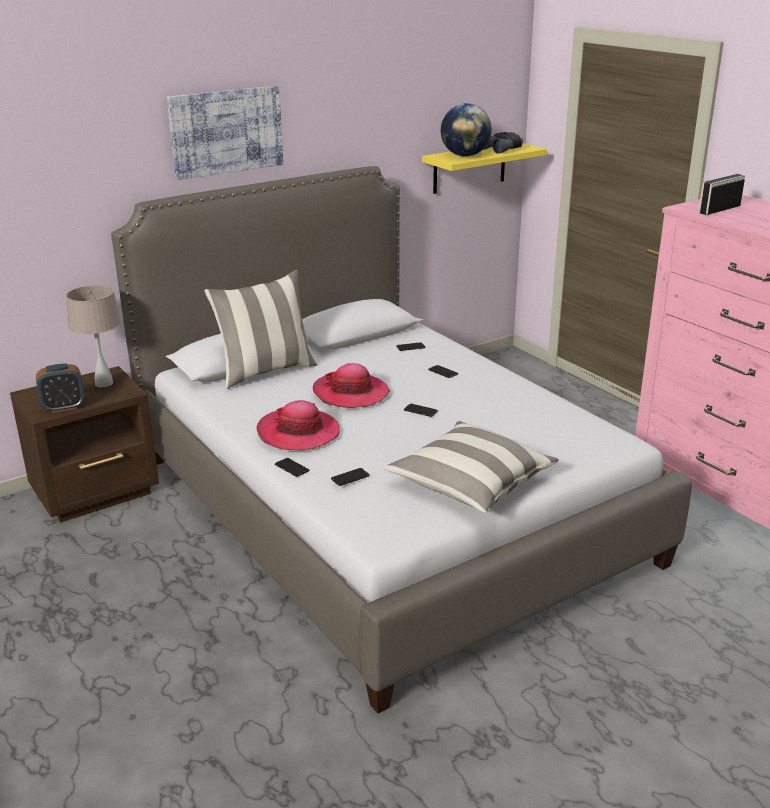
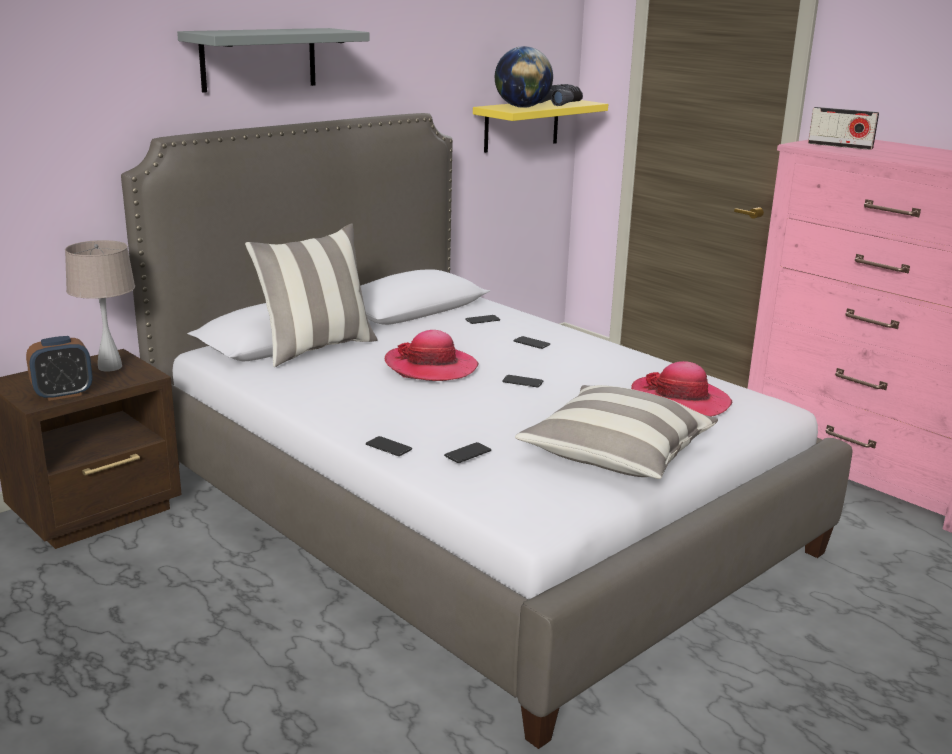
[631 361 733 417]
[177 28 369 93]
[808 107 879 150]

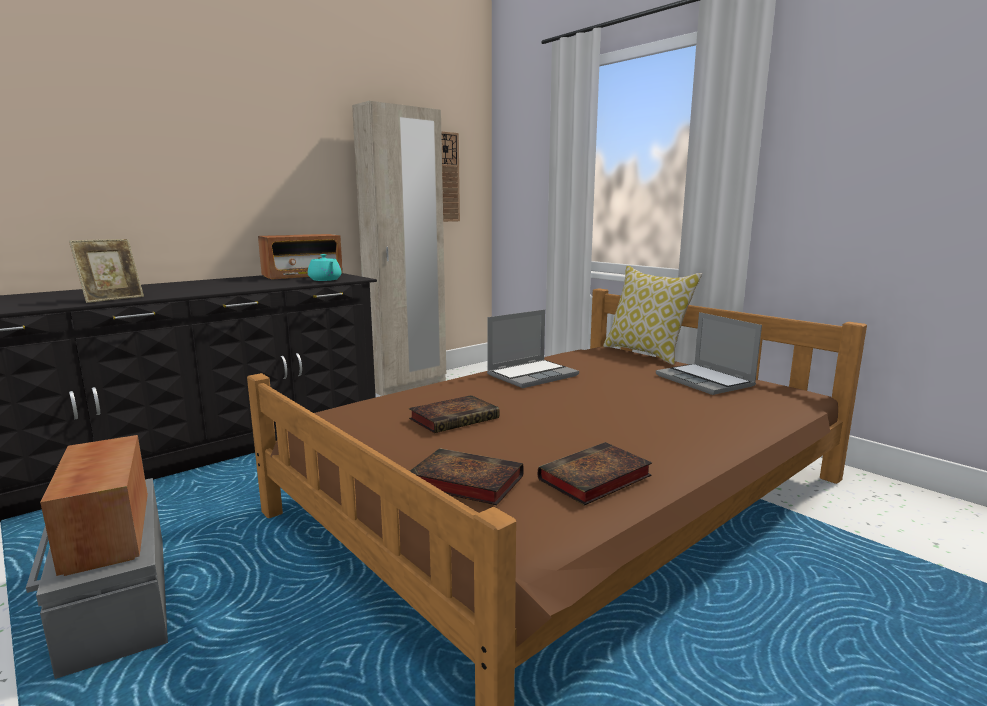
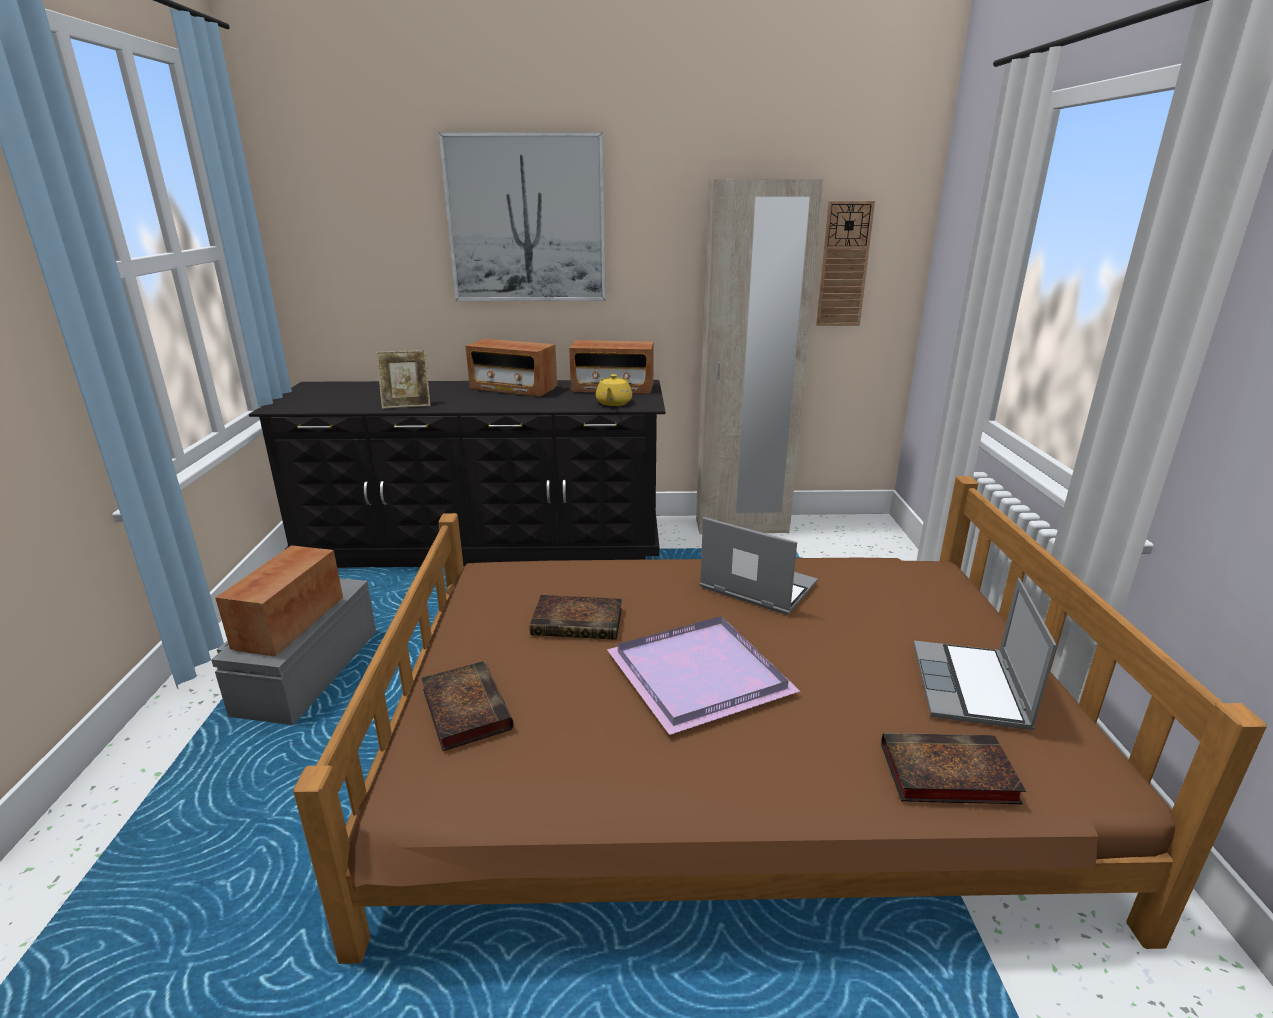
[603 266 702 365] (first image)
[439 132 606 301]
[466 339 557 396]
[607 616 800 735]
[881 733 1026 804]
[596 374 632 406]
[700 517 818 615]

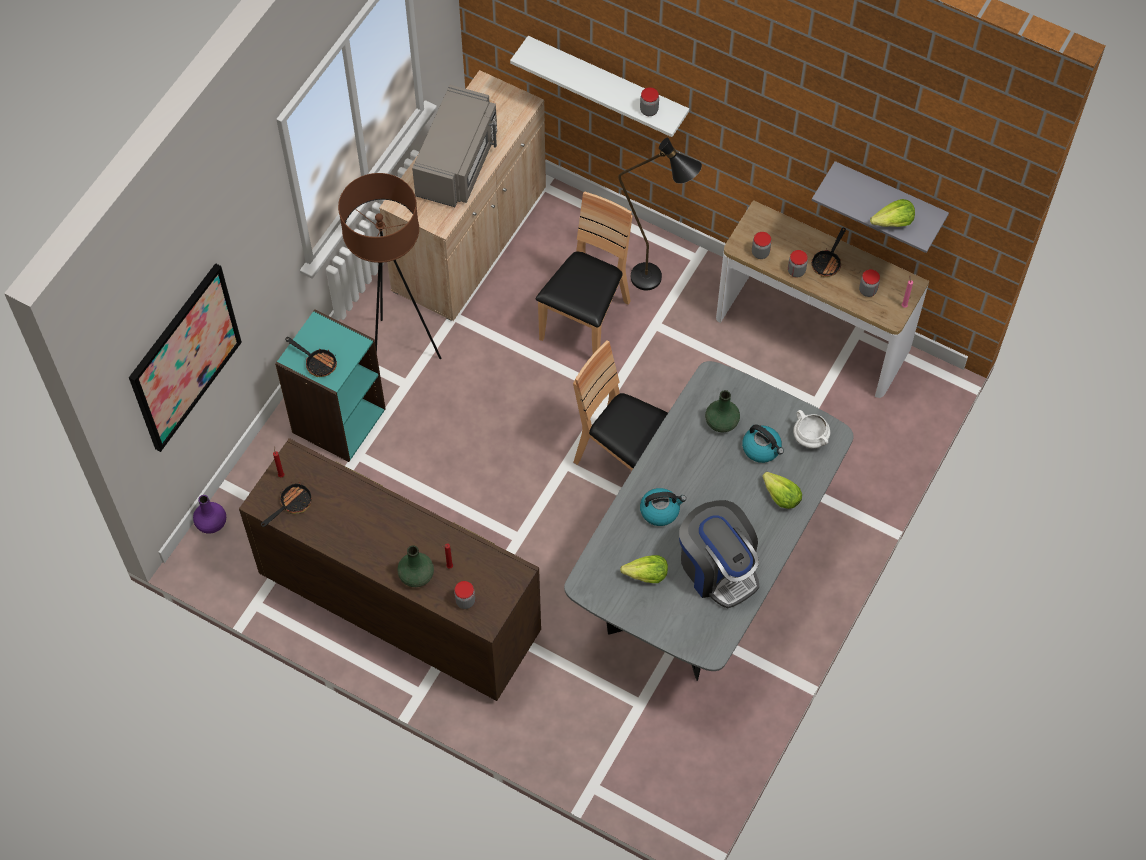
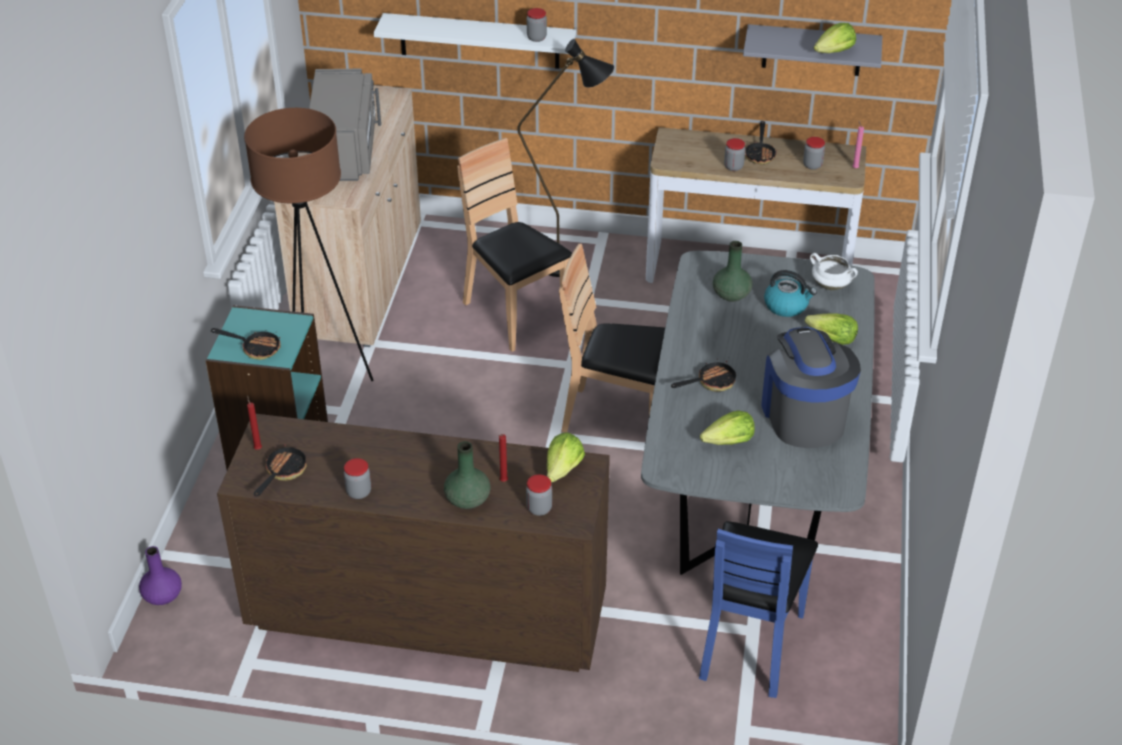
[129 263 242 452] (first image)
[546 432 585 482]
[699 521 818 698]
[344 458 371 499]
[671 359 736 392]
[457 138 572 352]
[761 327 861 448]

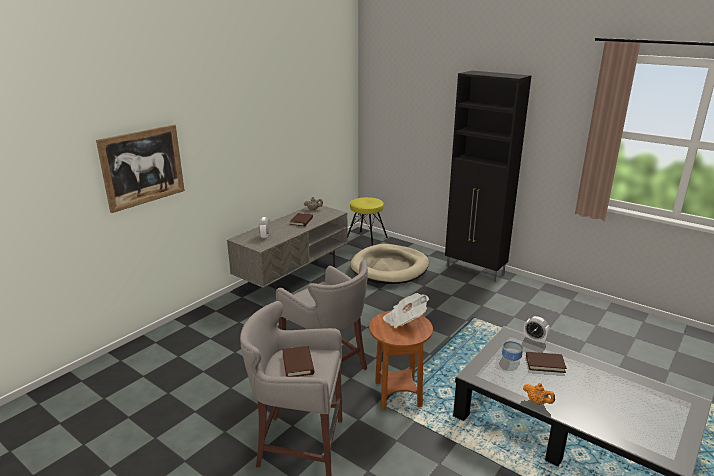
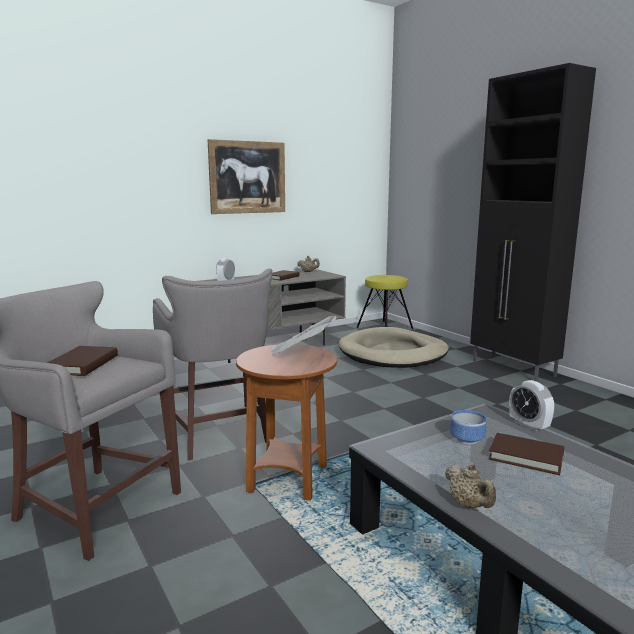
[208 139 285 214]
[445 462 496 508]

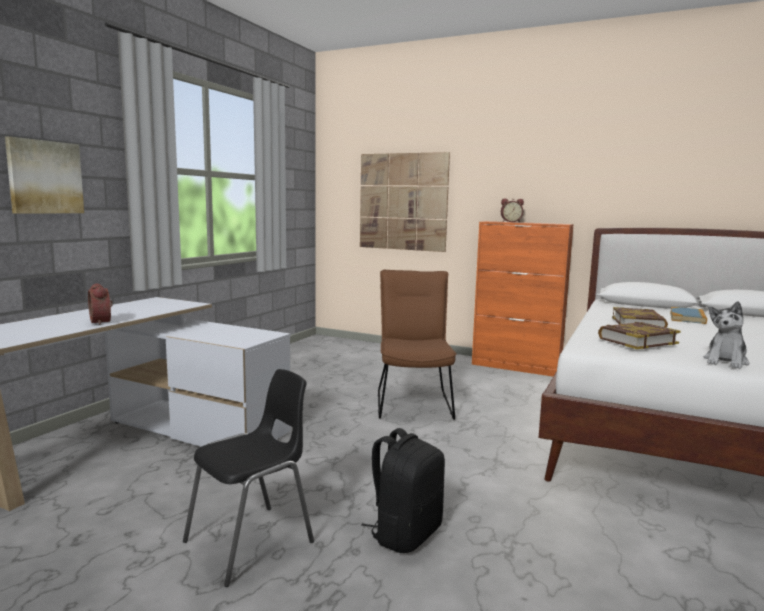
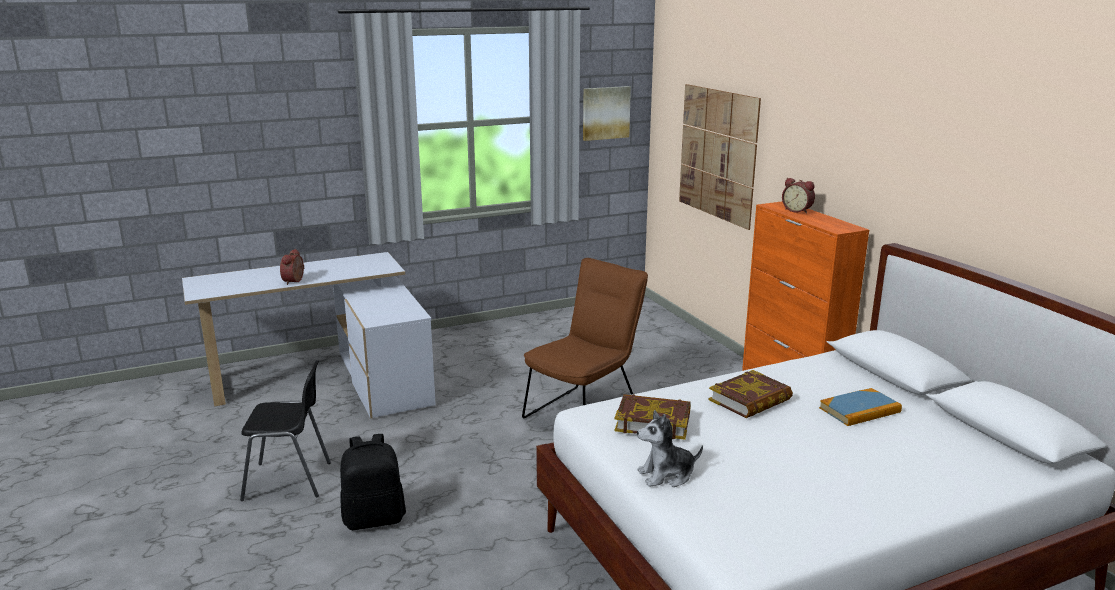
[583 86 631 141]

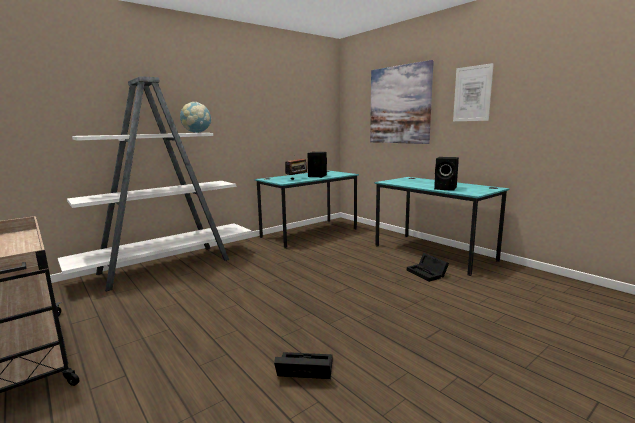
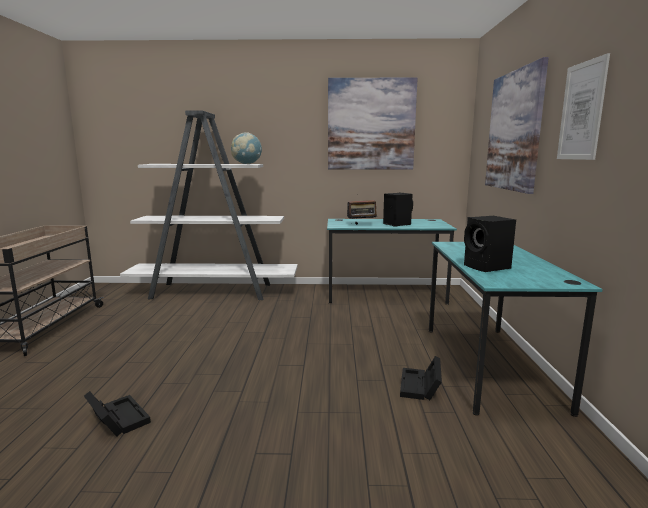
[328 77 418 170]

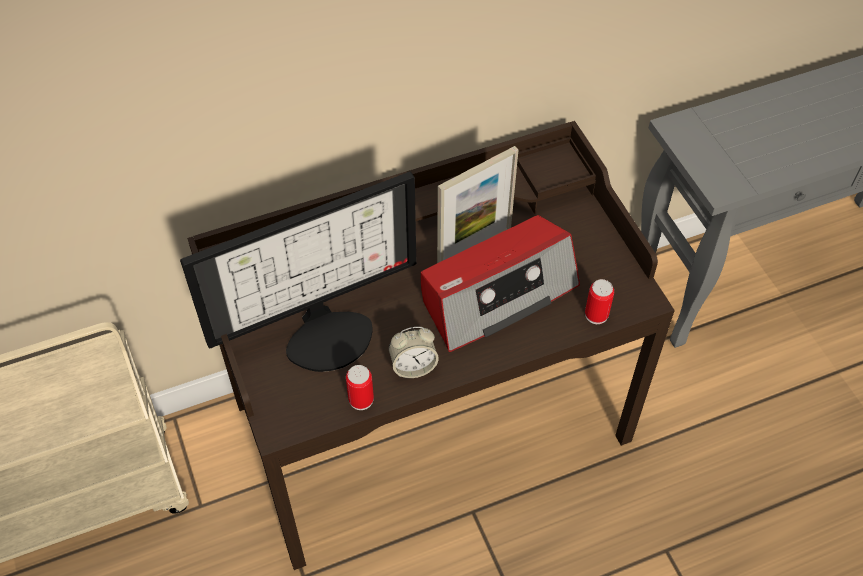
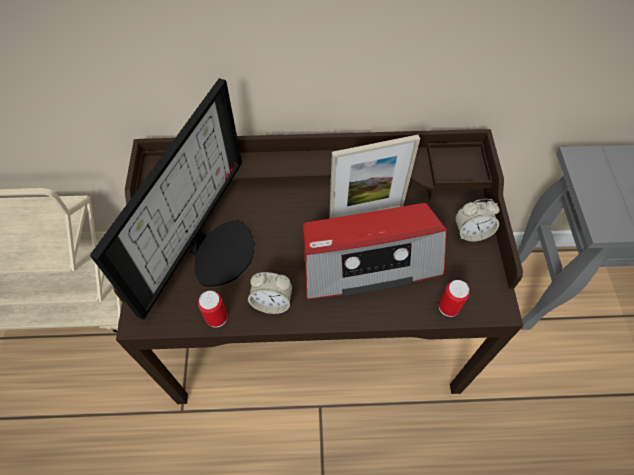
[455 199 500 242]
[90 78 255 320]

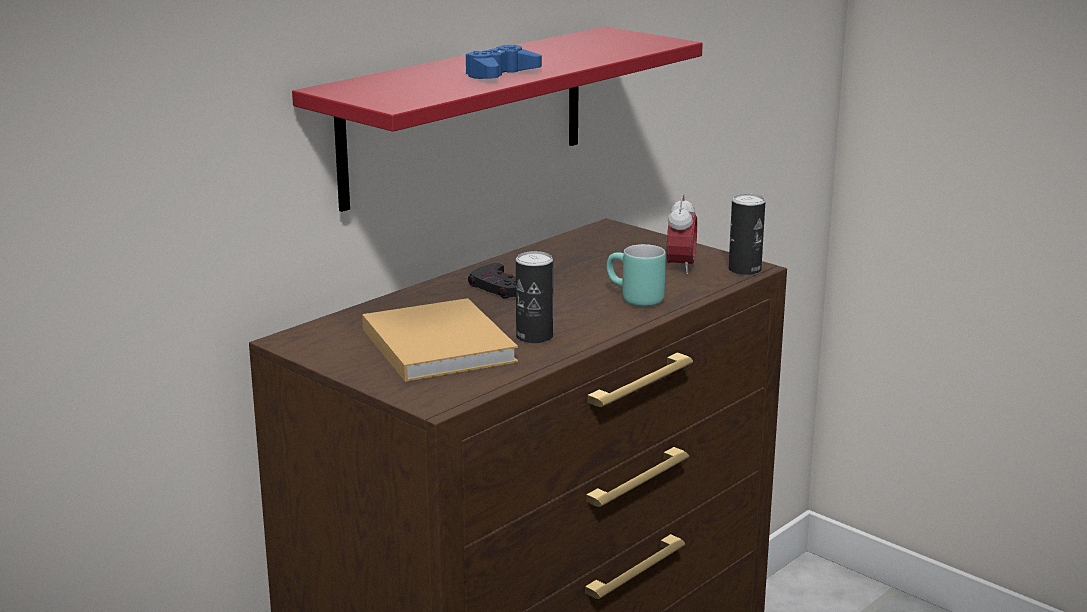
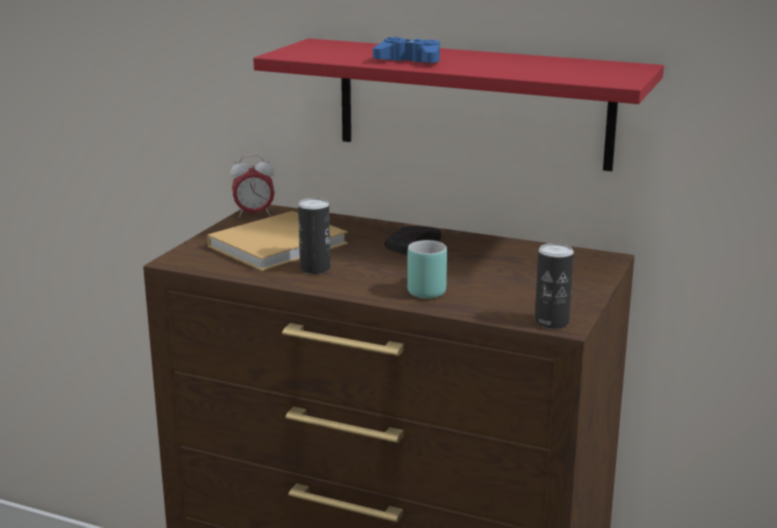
[230 155 274 218]

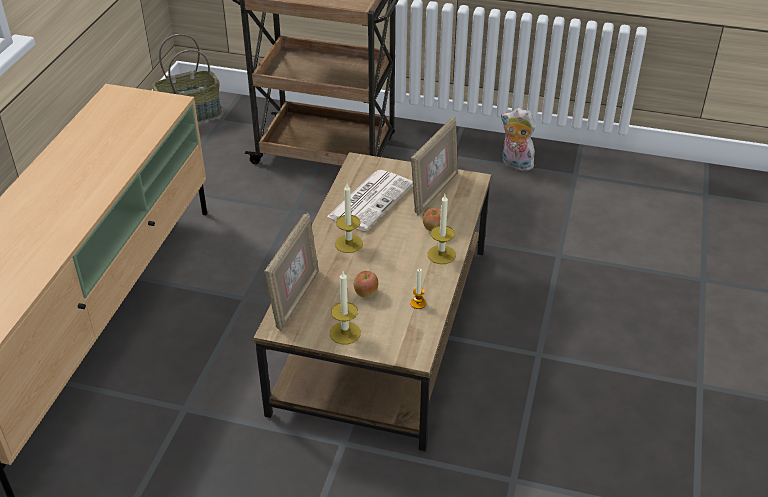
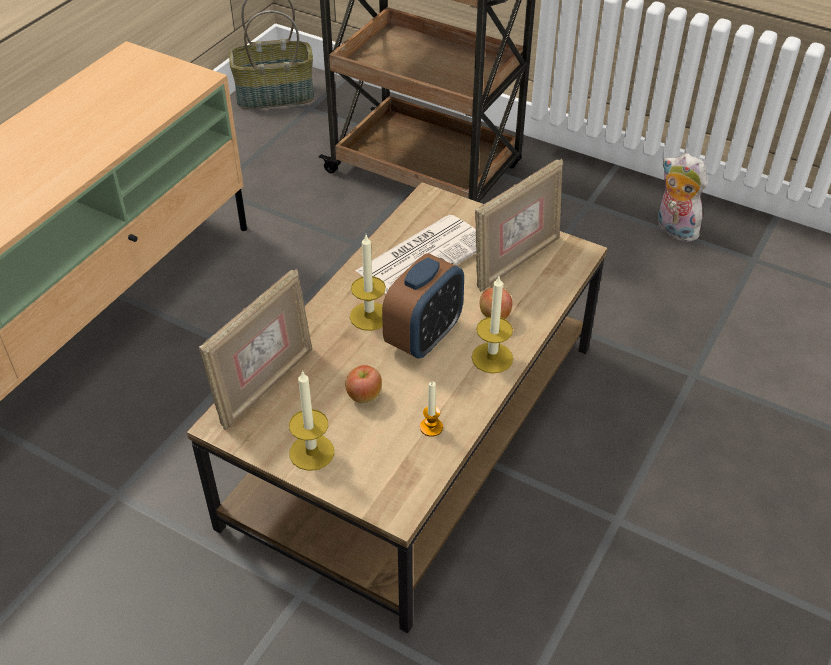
[382 253 464 359]

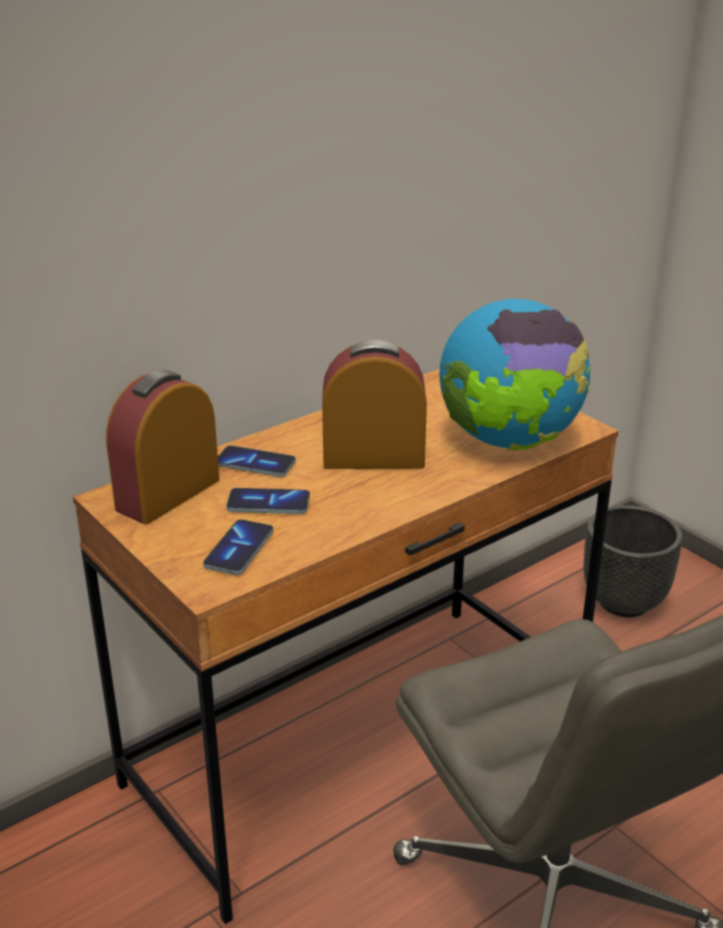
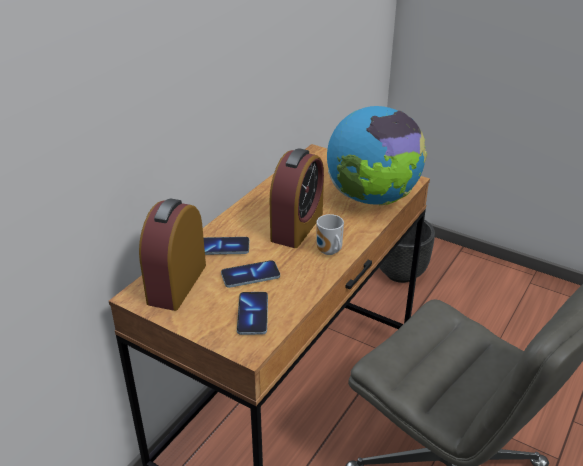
[316 214 344 255]
[270 148 324 248]

